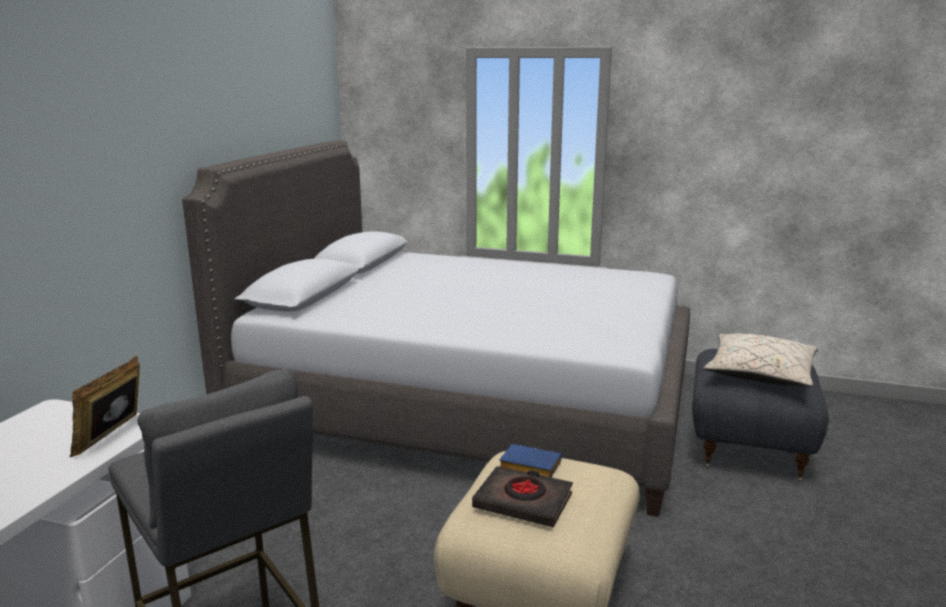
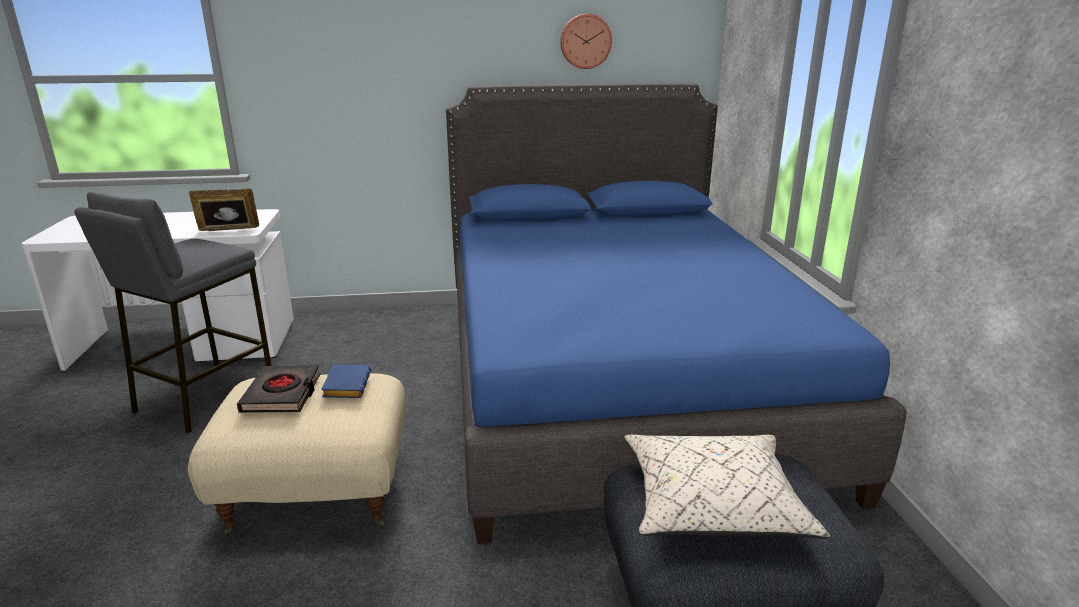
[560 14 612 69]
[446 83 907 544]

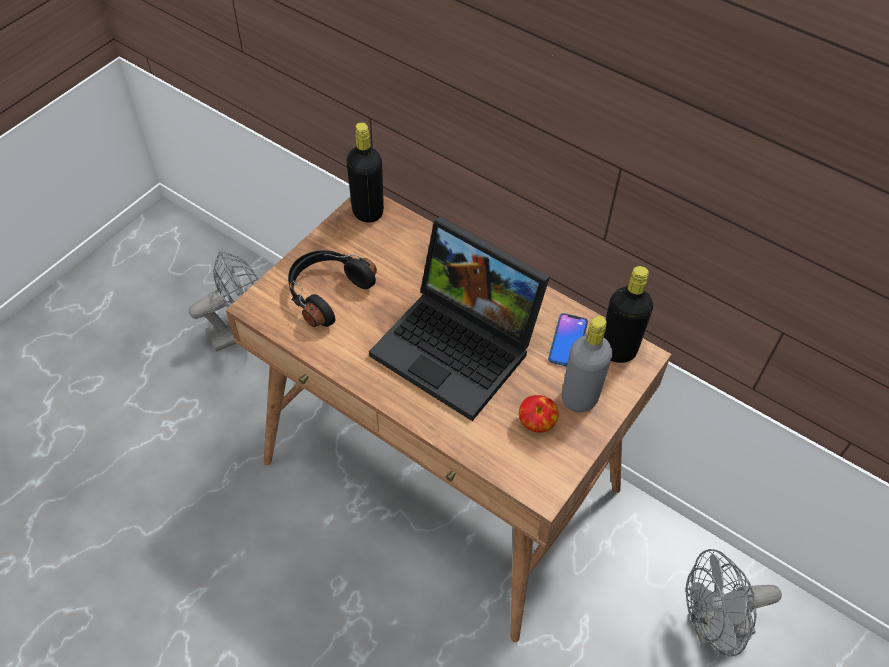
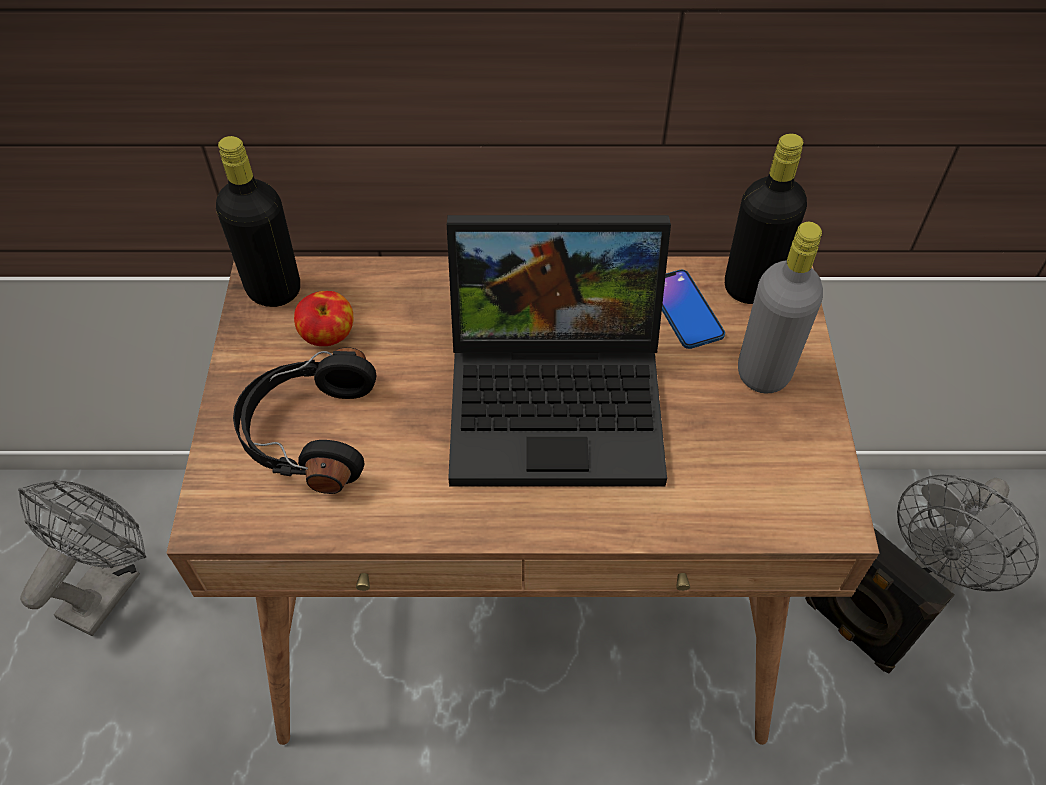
[805 528 954 673]
[294 291 353 346]

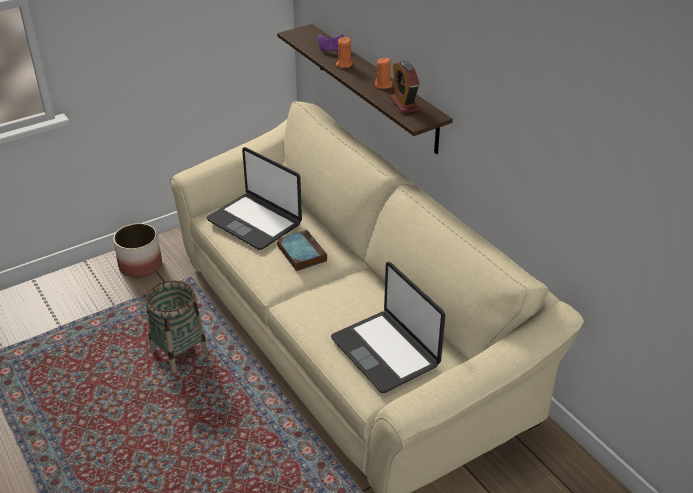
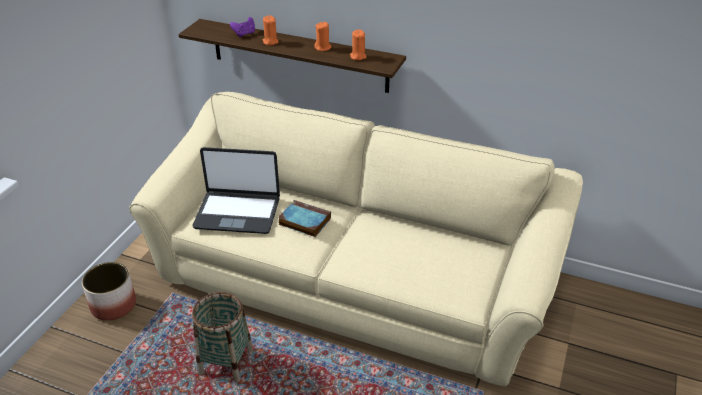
[331 262 445 393] (first image)
[350 30 366 60]

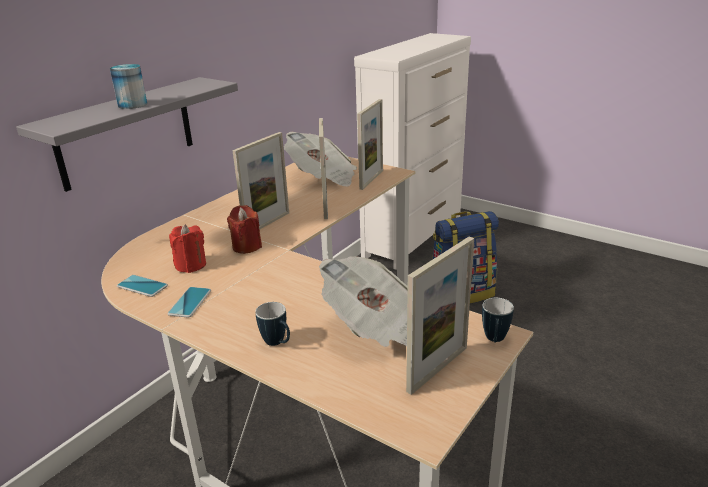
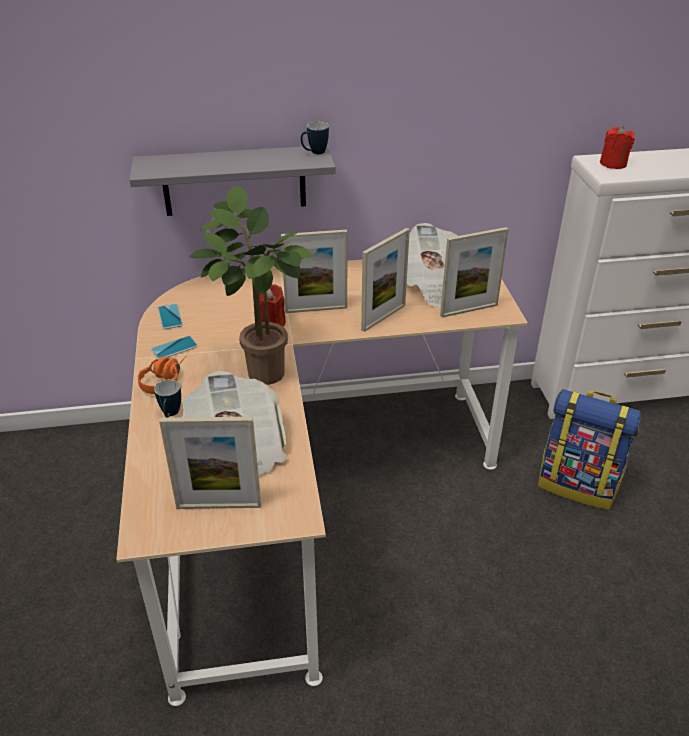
[110 64 147 109] (first image)
[138 356 186 394]
[189 185 313 385]
[600 126 635 169]
[301 122 329 154]

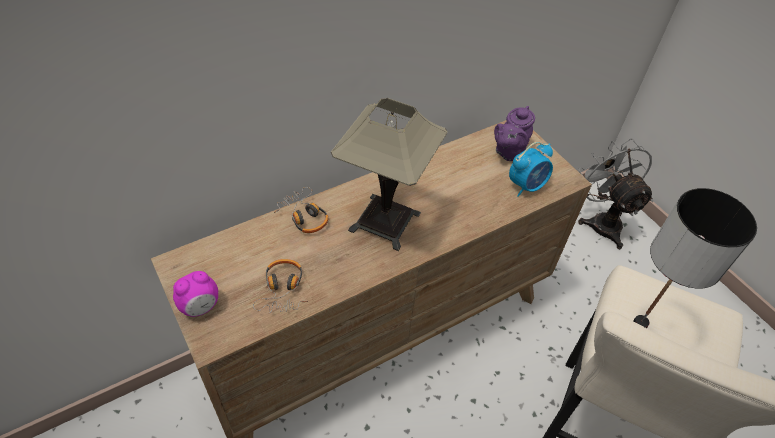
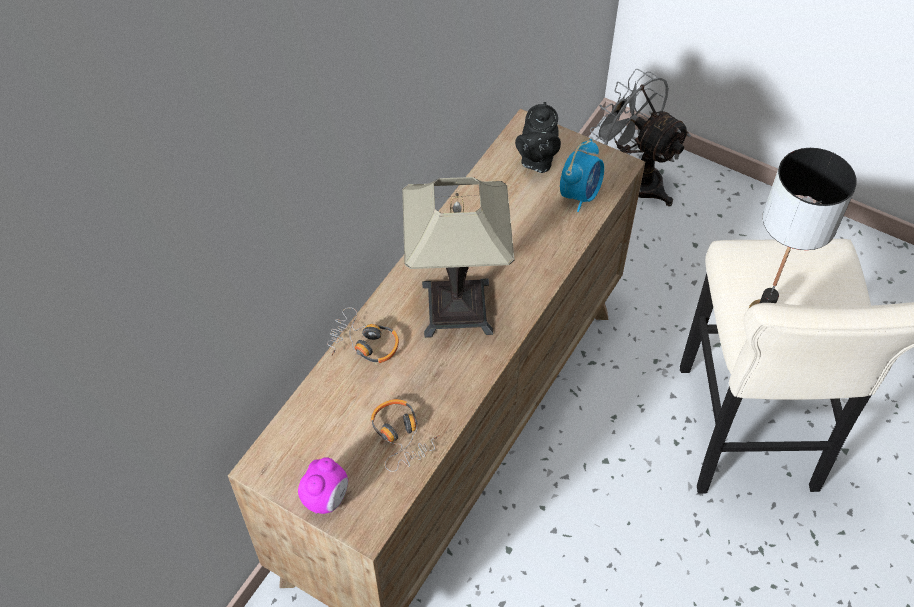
[515 102 561 173]

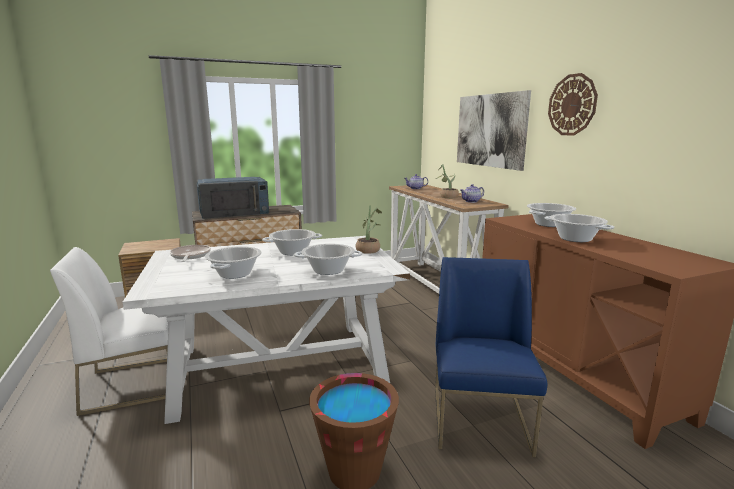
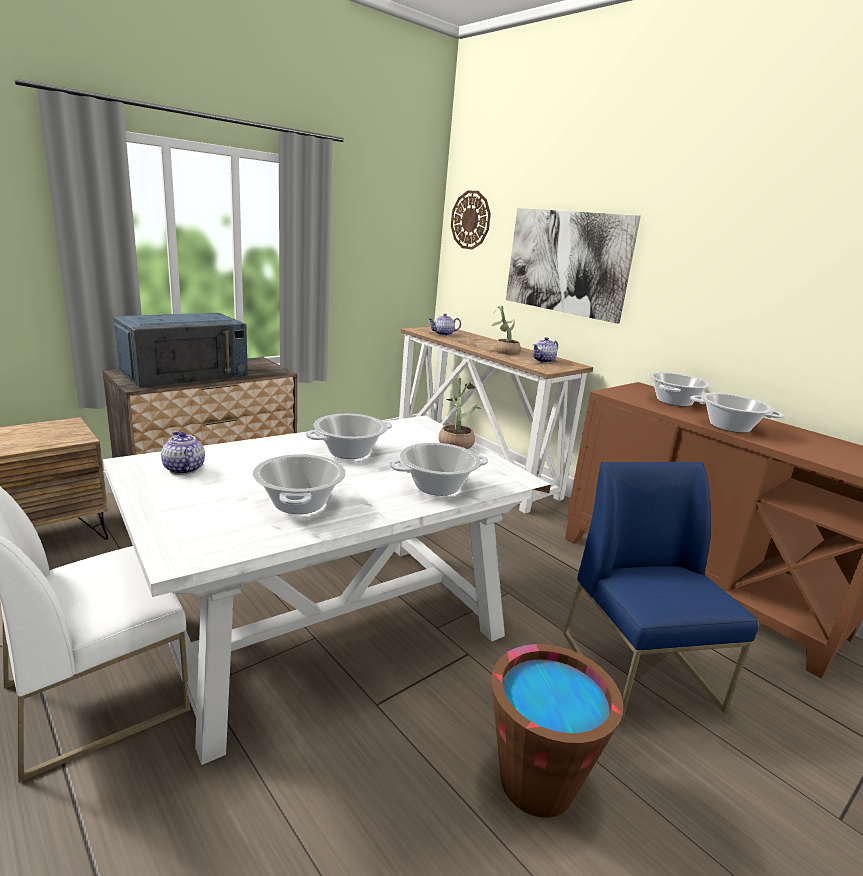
[451 190 491 249]
[161 431 205 475]

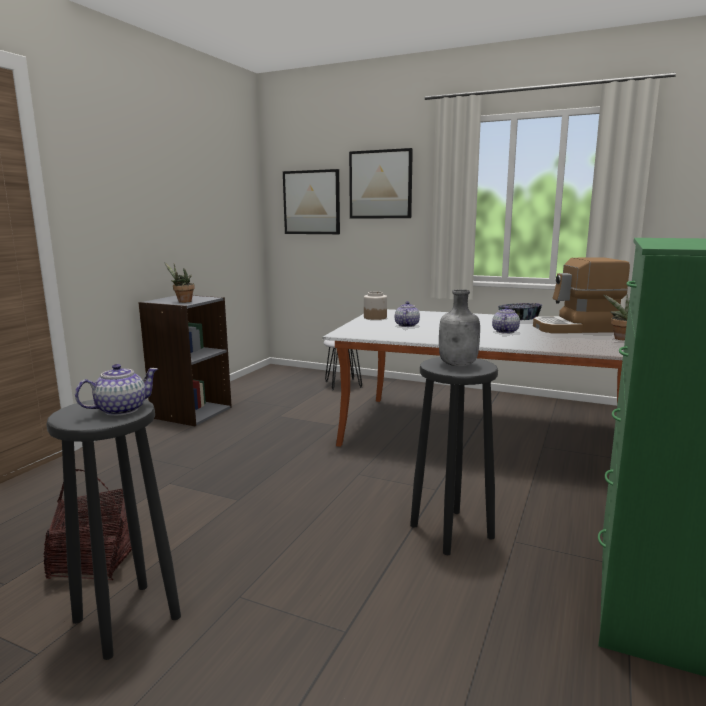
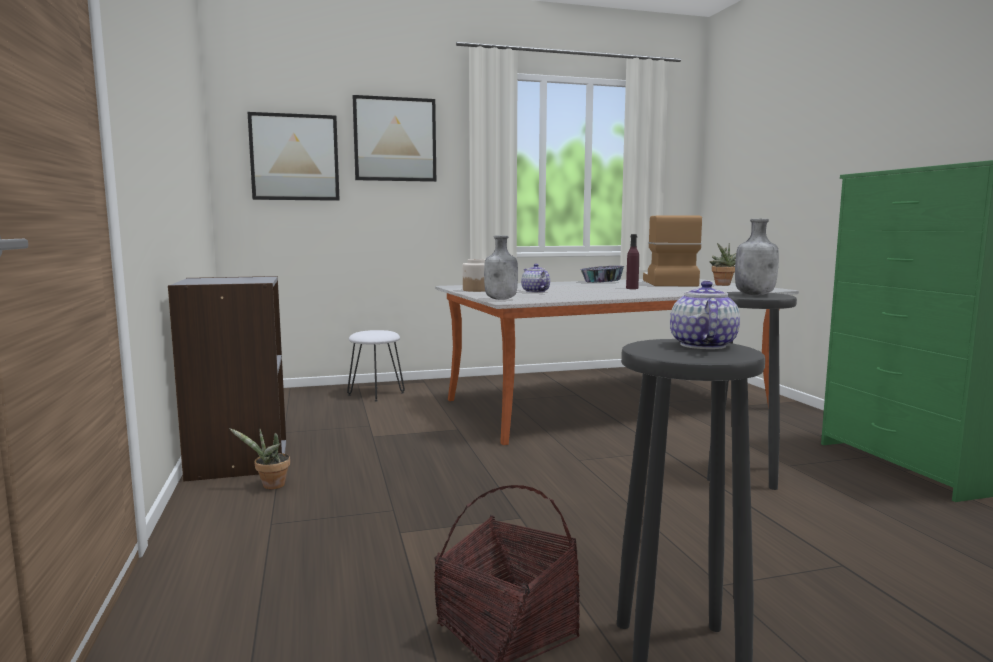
[484 236 518 300]
[229 428 290 489]
[626 234 639 289]
[643 215 702 286]

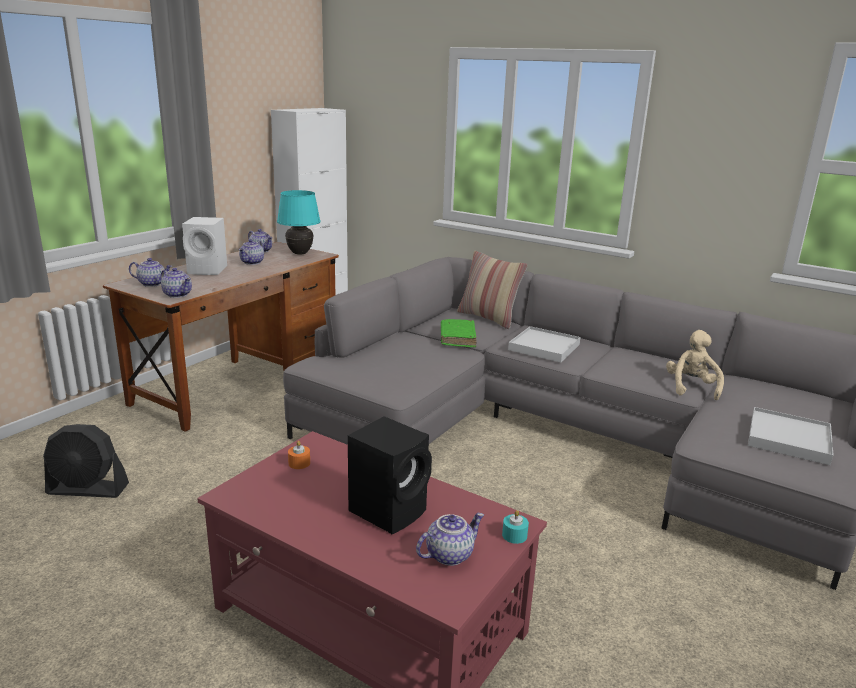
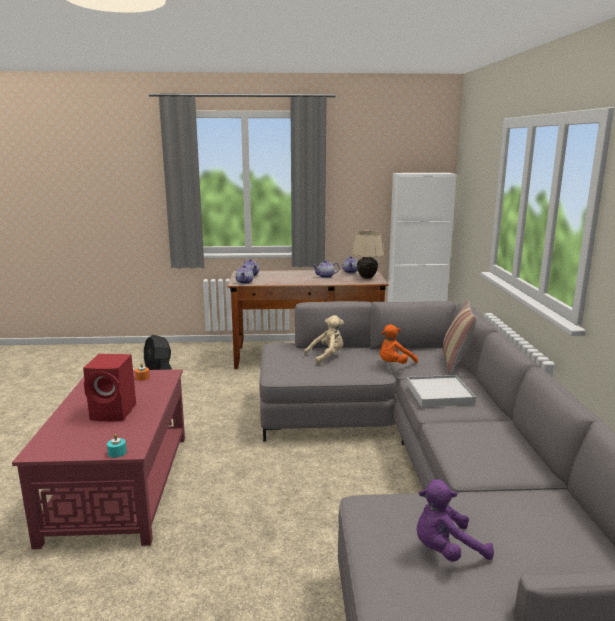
[182 217 227 275] (first image)
[416 513 484 566] (first image)
[304 315 344 365]
[380 325 418 364]
[416 479 494 562]
[352 231 384 279]
[83 354 136 421]

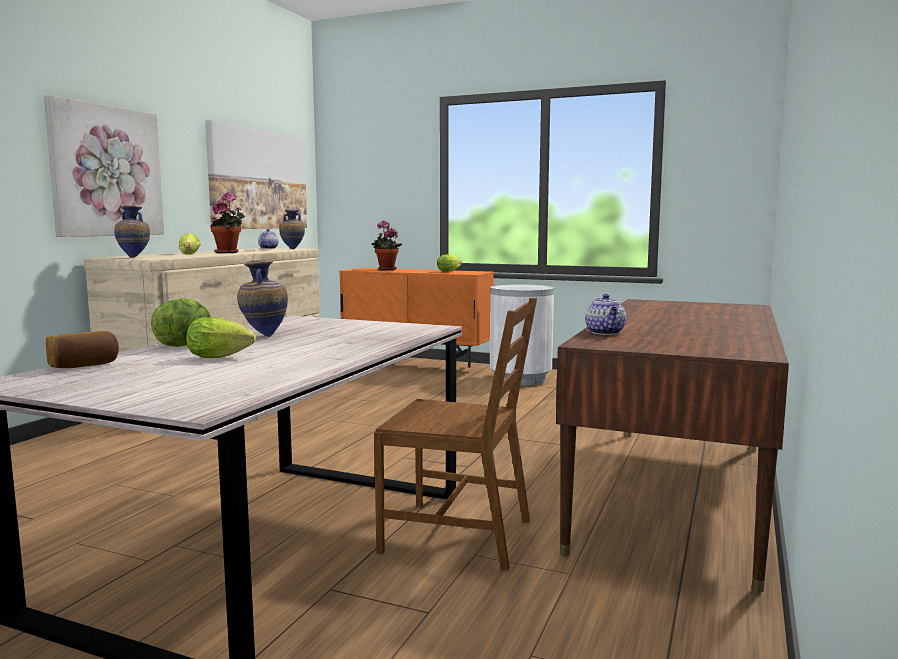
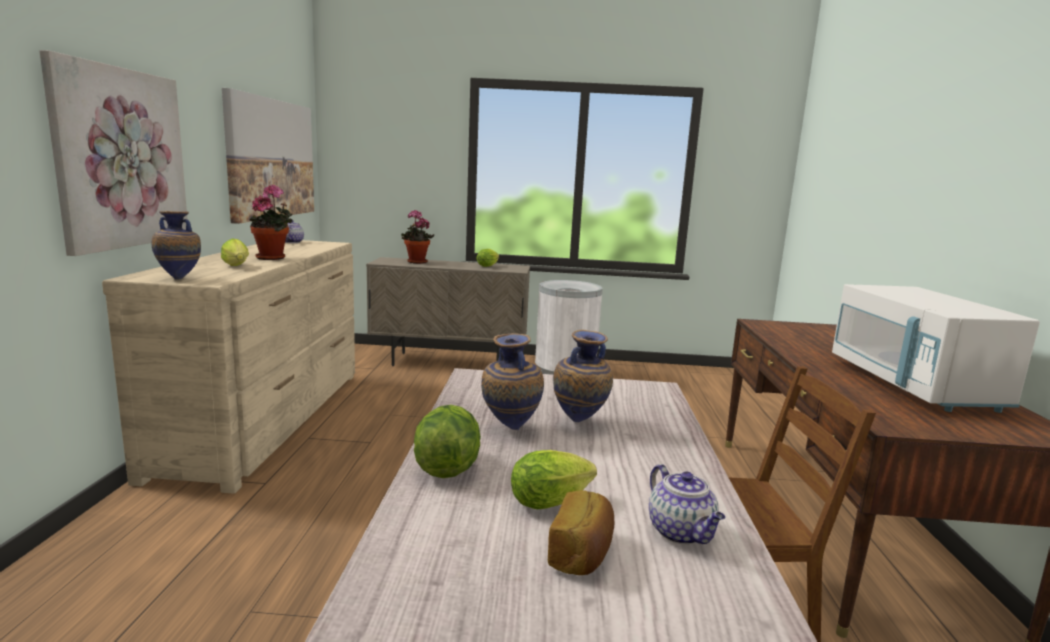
[832 284 1040 413]
[548 490 614 575]
[553 330 613 422]
[649 464 725 545]
[366 257 530 366]

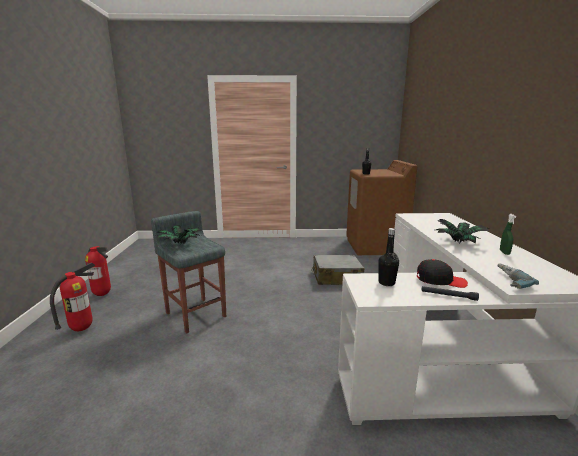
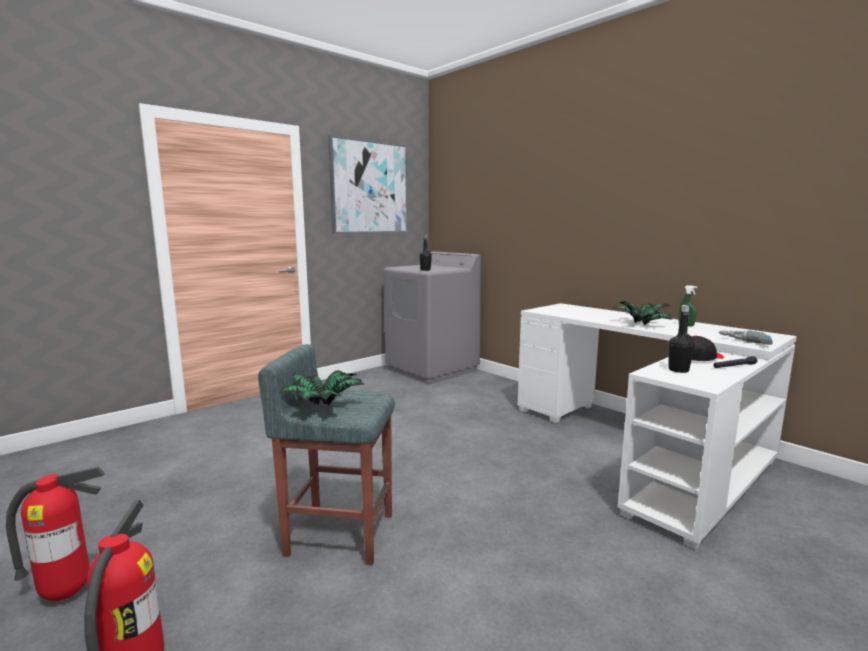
[311 255 364 285] (first image)
[328 135 408 234]
[384 251 481 384]

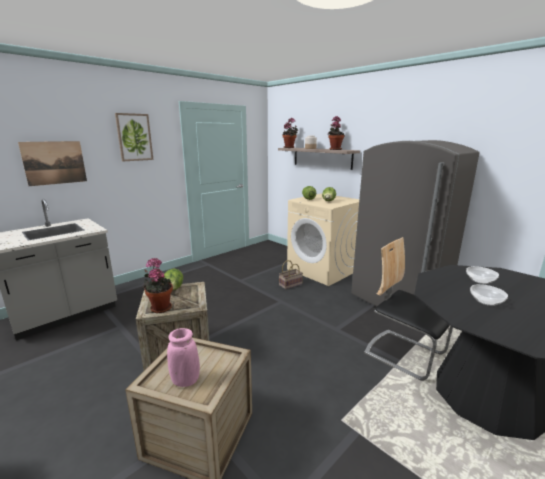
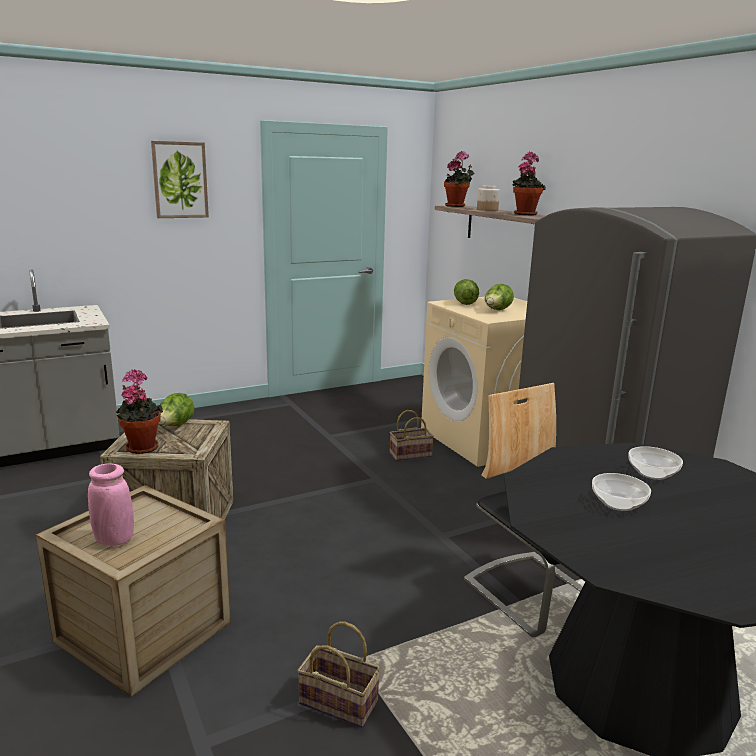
[18 141 87 186] (first image)
[297 621 380 728]

